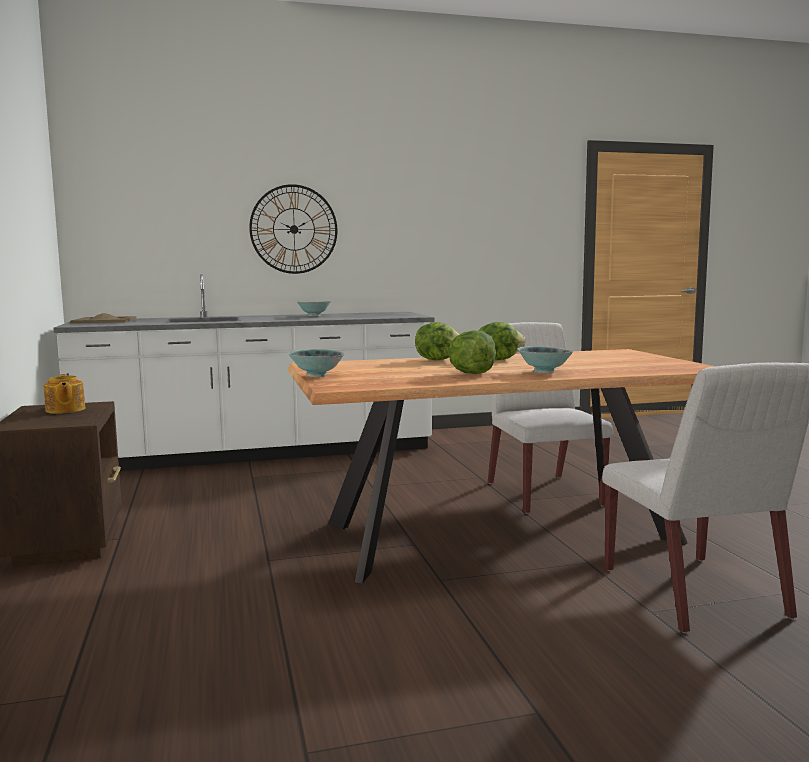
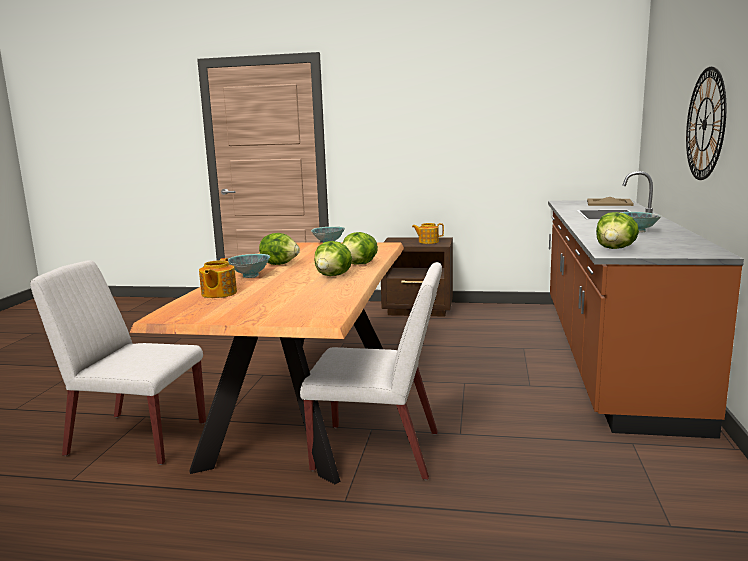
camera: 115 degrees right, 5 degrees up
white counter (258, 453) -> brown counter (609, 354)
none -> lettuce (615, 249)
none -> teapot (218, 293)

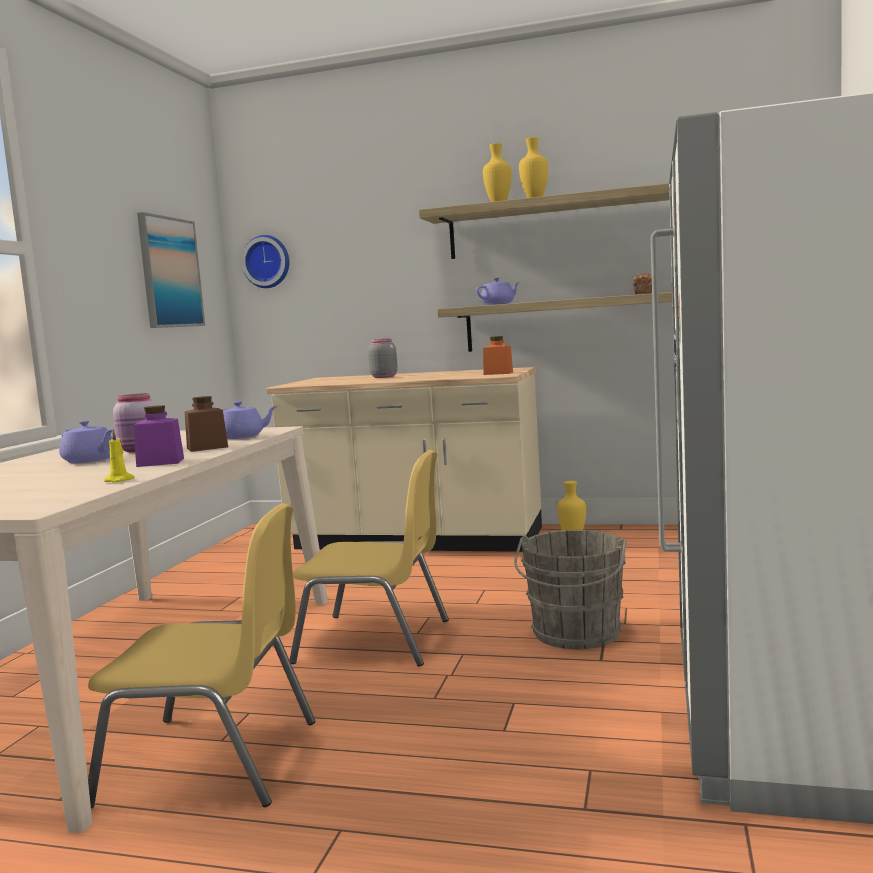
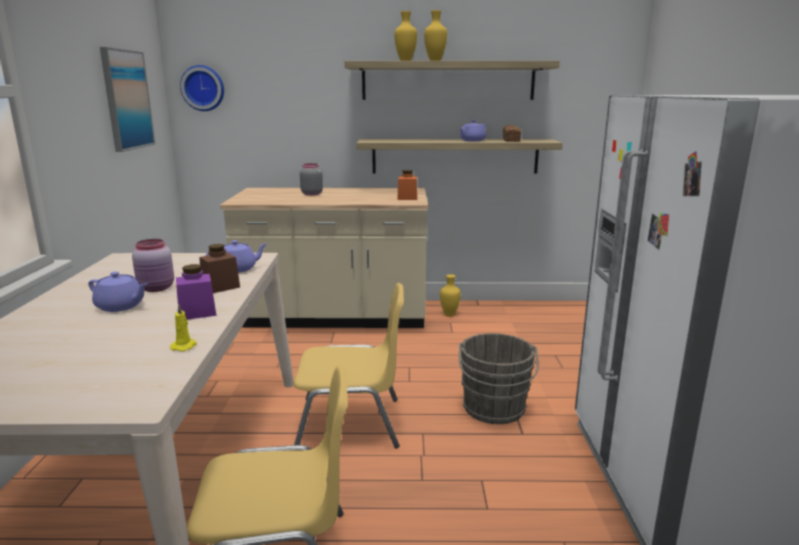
camera: 15 degrees left, 10 degrees up
purple teapot (498, 304) -> purple teapot (473, 140), move

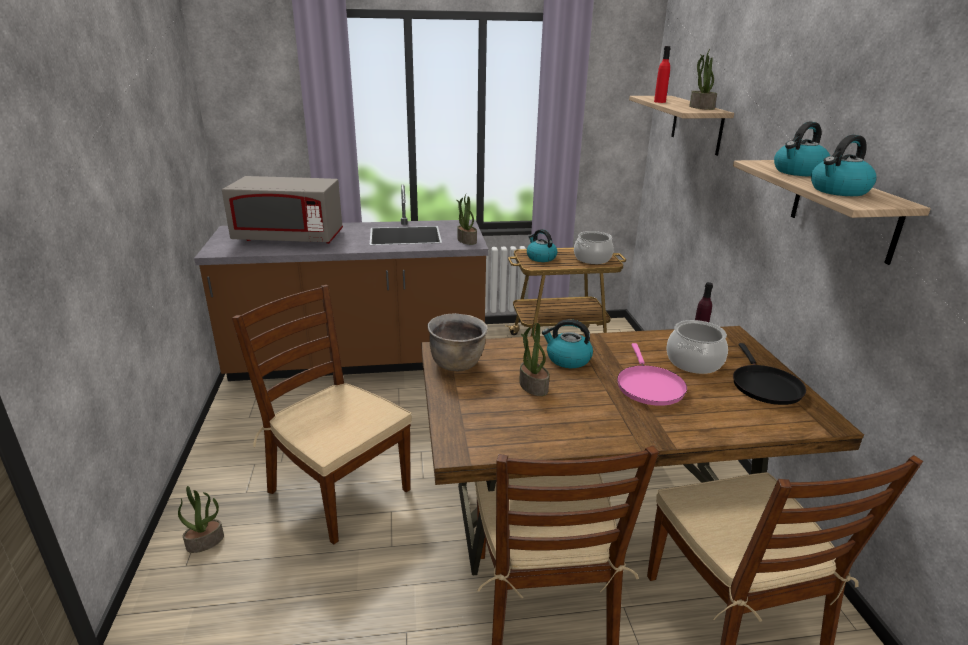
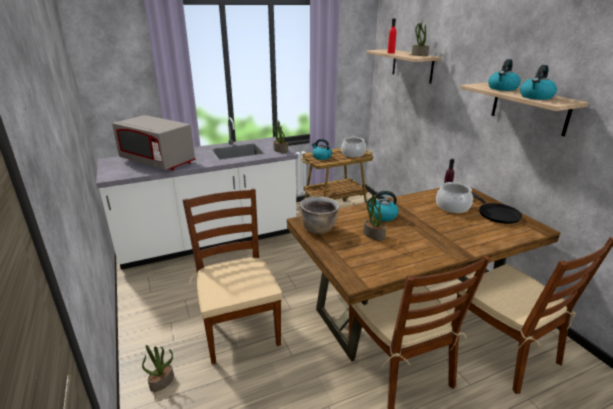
camera: 15 degrees left, 0 degrees up
grey microwave (289, 238) -> grey microwave (158, 161), 45 degrees clockwise
brown counter (359, 360) -> white counter (210, 240)
brown chair (338, 490) -> brown chair (238, 327), 45 degrees clockwise
pink frying pan (648, 386) -> none

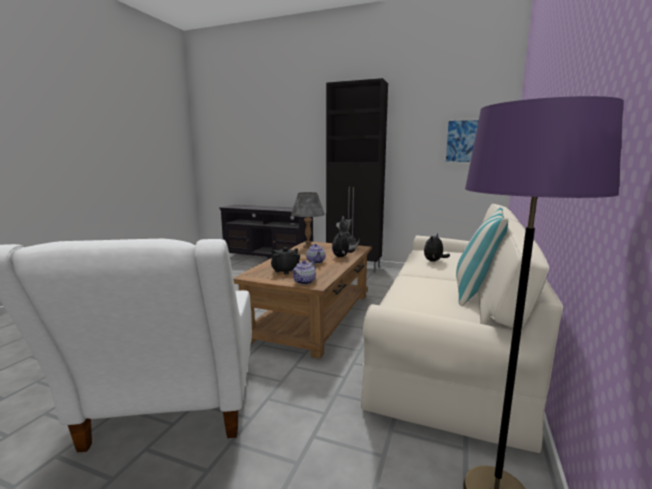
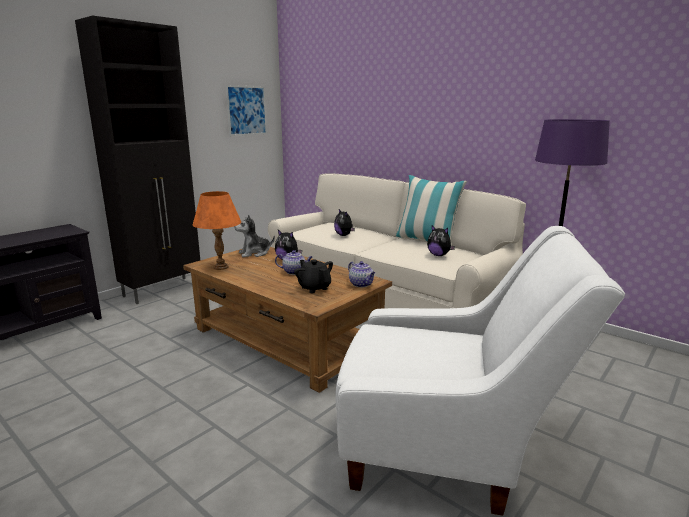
camera: 70 degrees left, 5 degrees up
grey table lamp (308, 247) -> orange table lamp (220, 267)
none -> plush toy (439, 255)

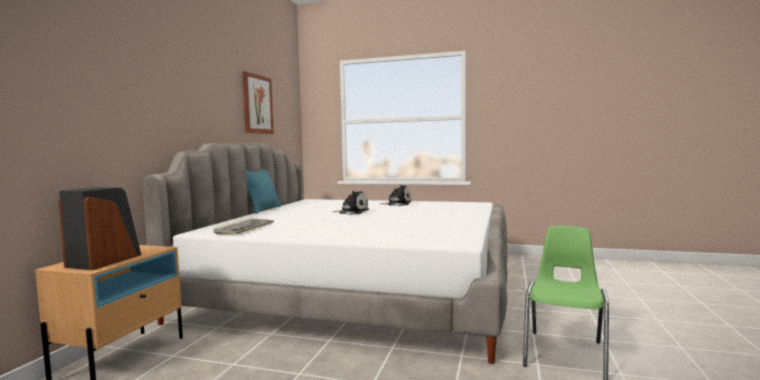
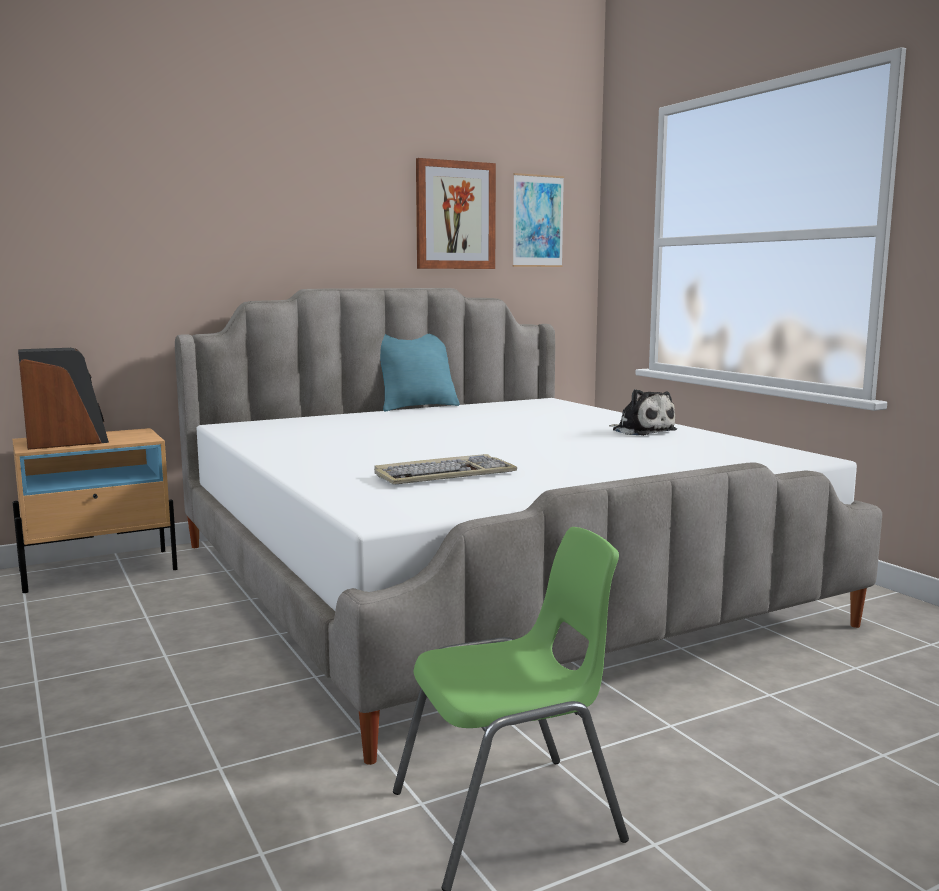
camera: 45 degrees right, 5 degrees up
plush toy (352, 212) -> none
keyboard (244, 229) -> keyboard (445, 475), move
none -> picture (537, 221)

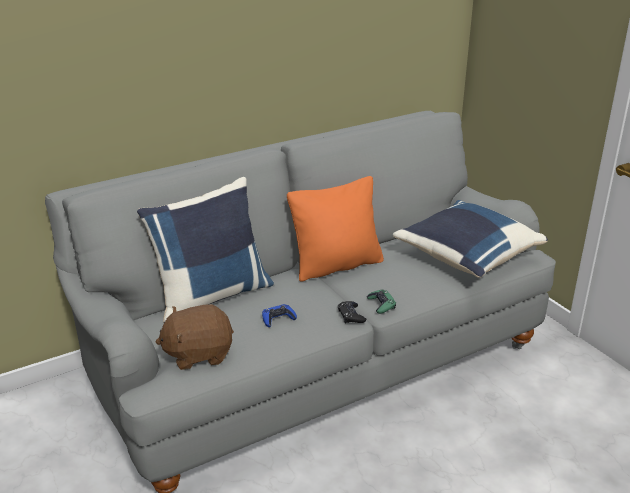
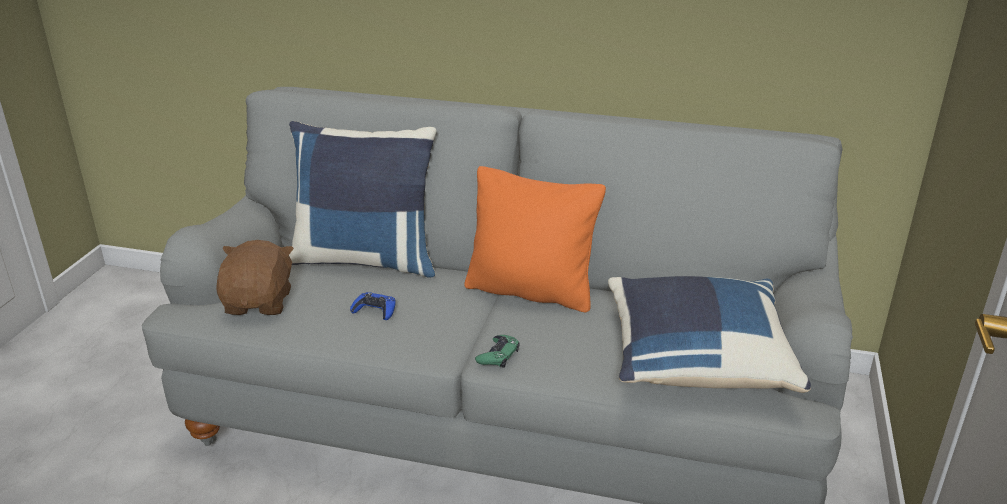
camera: 45 degrees right, 0 degrees up
black game controller (351, 315) -> none
brown plush toy (198, 354) -> brown plush toy (260, 303), 60 degrees clockwise

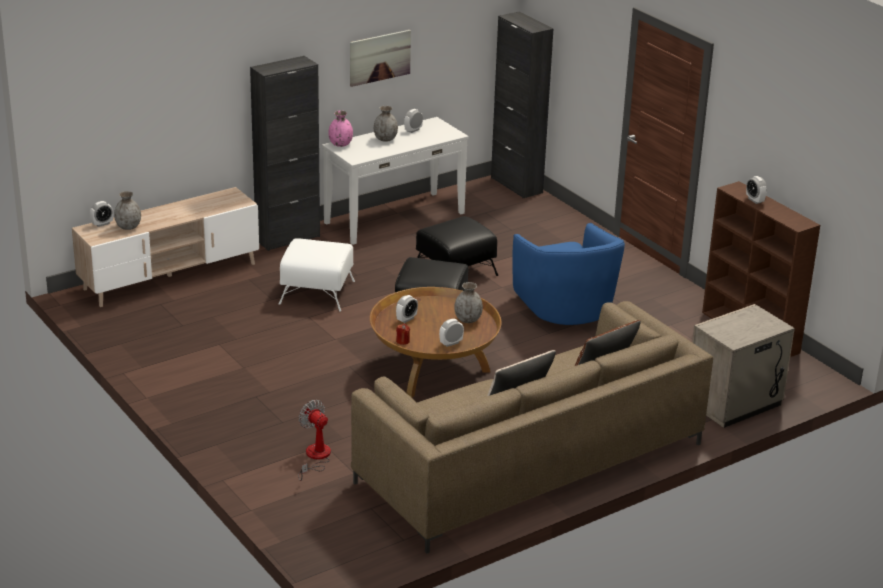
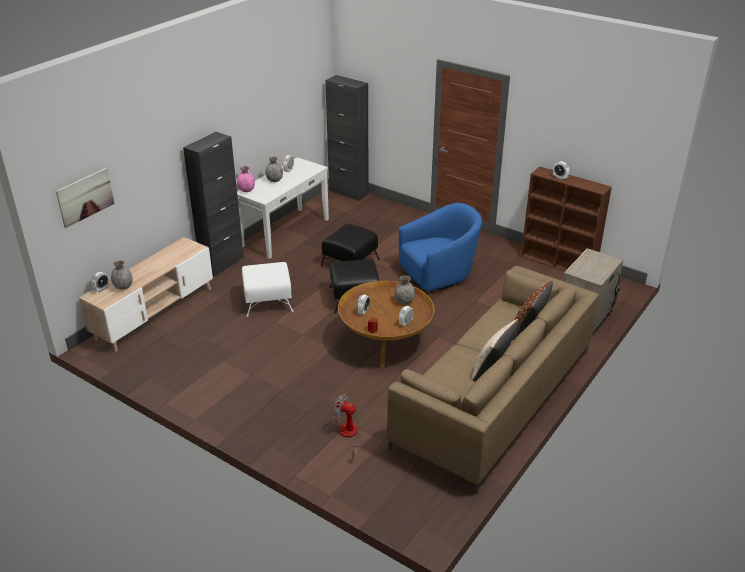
camera: 20 degrees left, 5 degrees up
picture (379, 57) -> picture (85, 197), move
blue armchair (566, 310) -> blue armchair (439, 275), 75 degrees counterclockwise

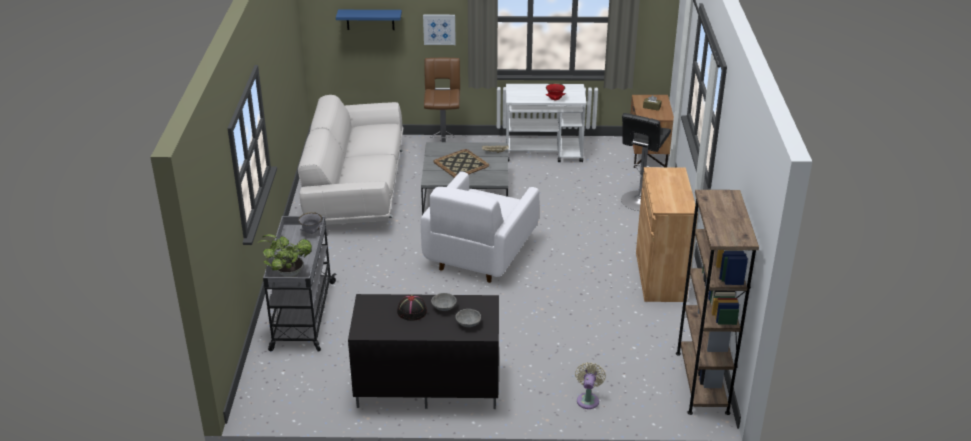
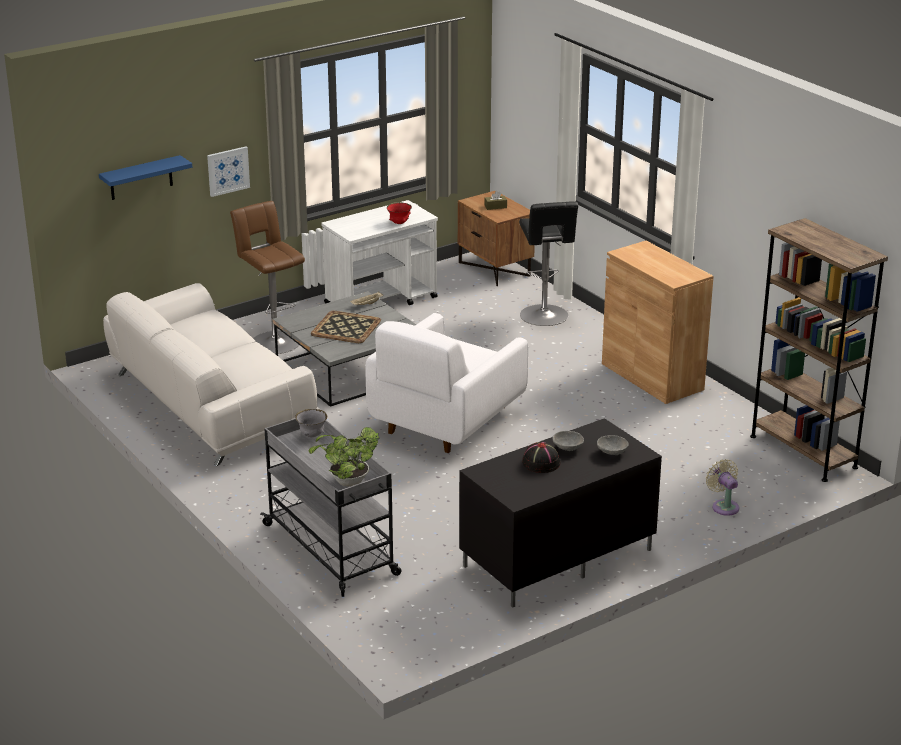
camera: 35 degrees left, 5 degrees down
white armchair (480, 254) -> white armchair (446, 420), 45 degrees clockwise

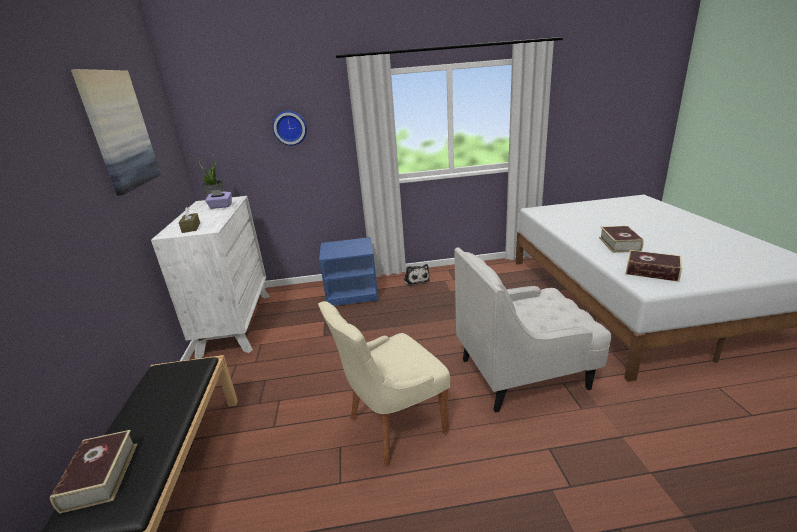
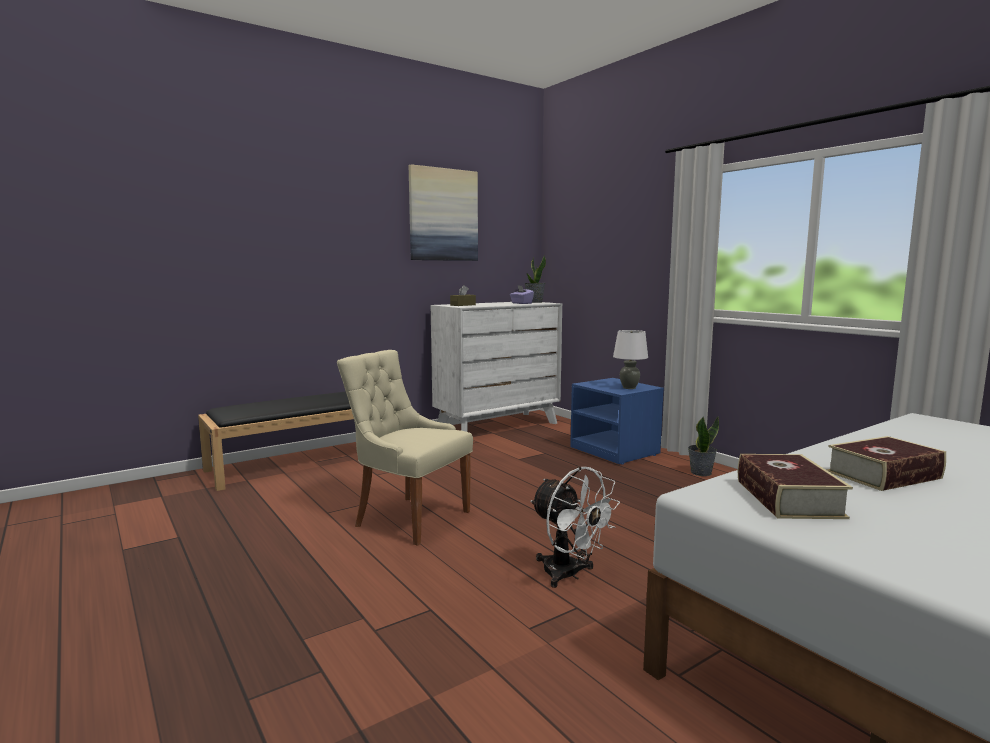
camera: 60 degrees right, 15 degrees down
wall clock (290, 128) -> none
white armchair (524, 373) -> white fan (569, 575)
plush toy (416, 280) -> potted plant (700, 472)
book (100, 476) -> none
none -> white table lamp (629, 388)

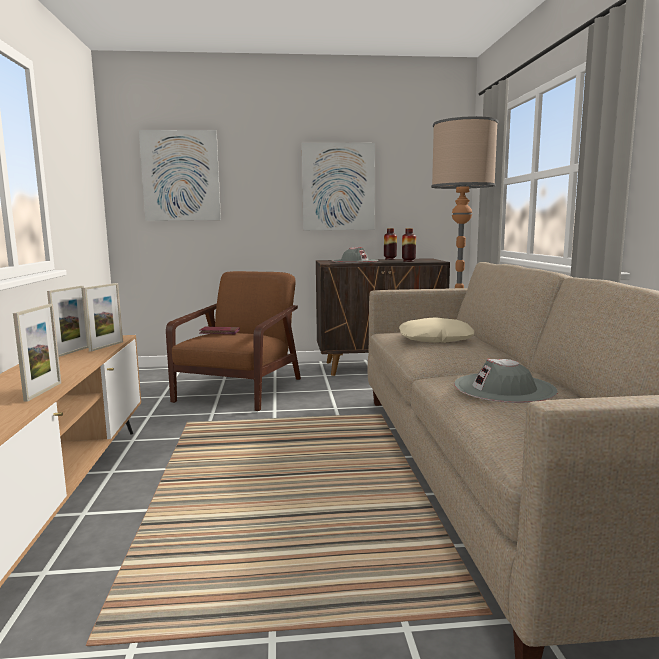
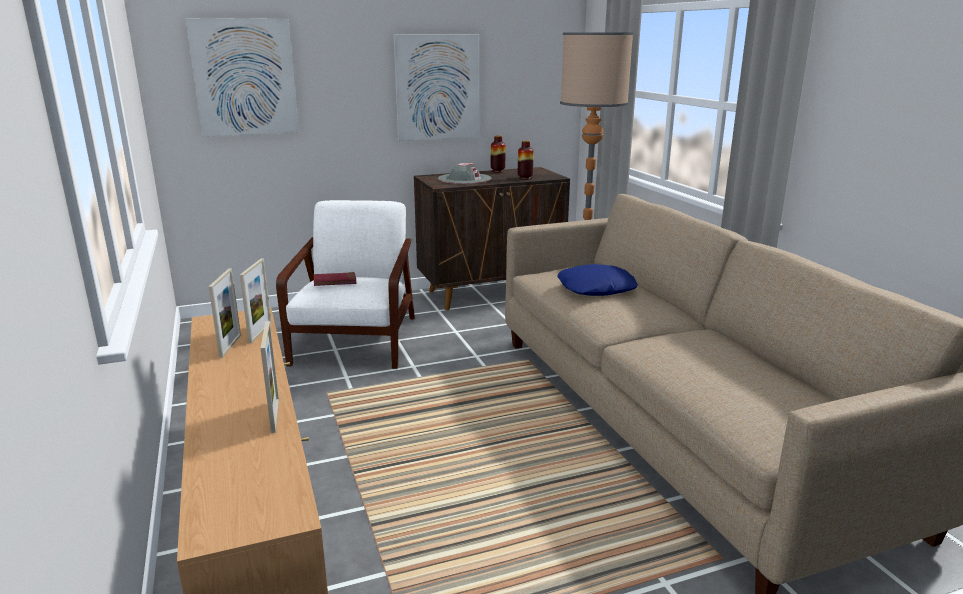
camera: 15 degrees left, 10 degrees up
brown armchair (241, 389) -> white armchair (356, 339)
beige pillow (435, 339) -> blue pillow (596, 289)
grey hat (504, 388) -> none

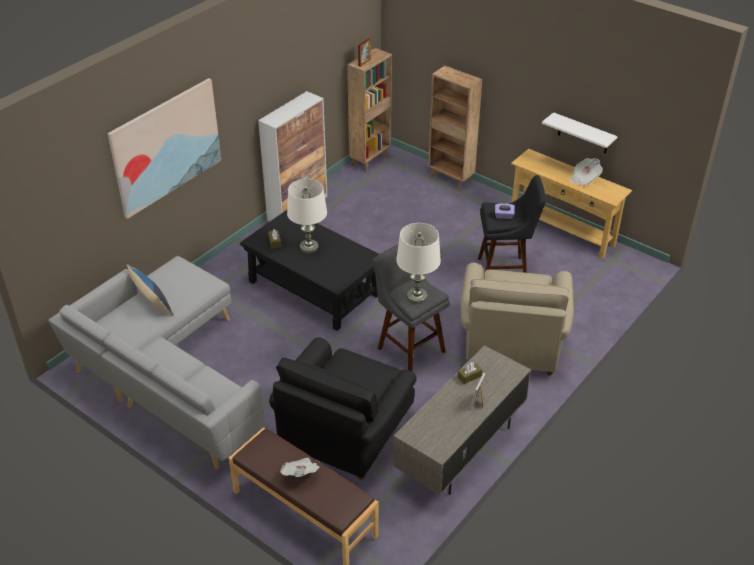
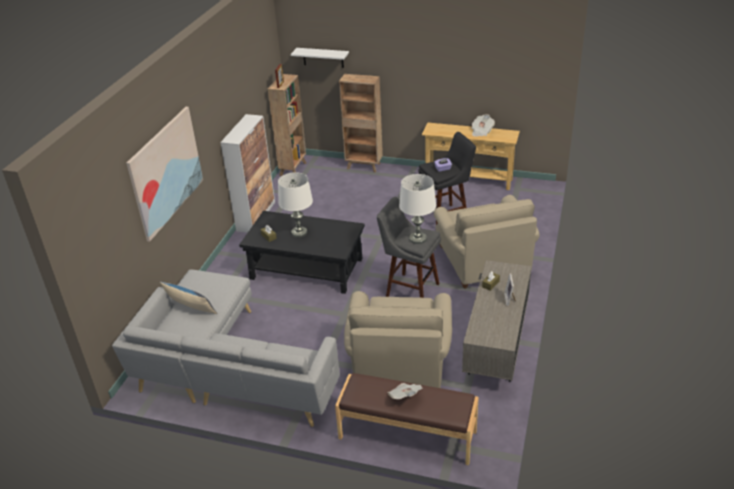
camera: 20 degrees left, 5 degrees down
white shelf (583, 134) -> white shelf (323, 57), move
black armchair (345, 430) -> beige armchair (400, 363)

